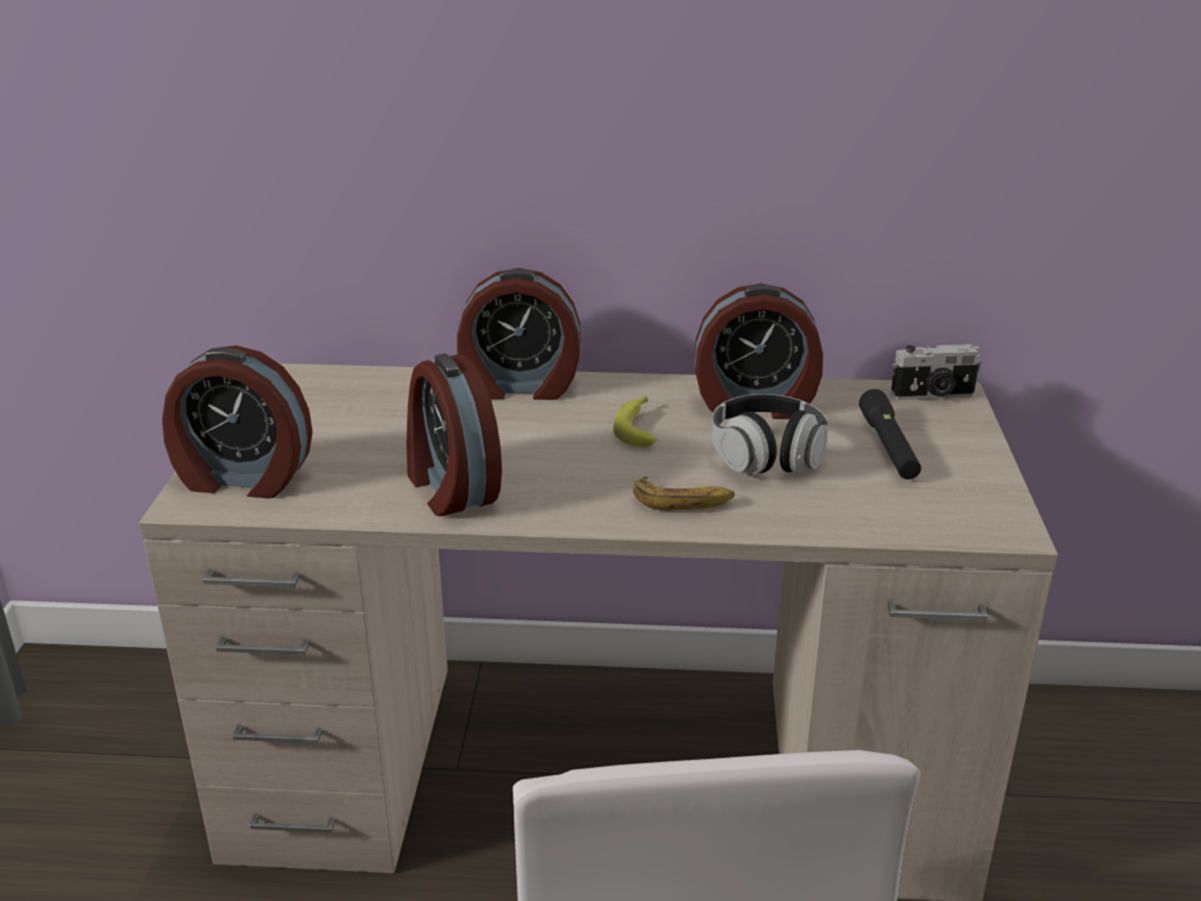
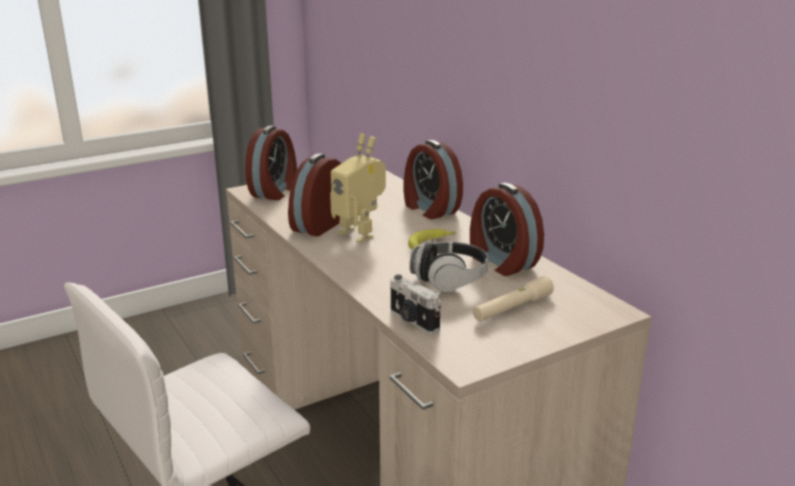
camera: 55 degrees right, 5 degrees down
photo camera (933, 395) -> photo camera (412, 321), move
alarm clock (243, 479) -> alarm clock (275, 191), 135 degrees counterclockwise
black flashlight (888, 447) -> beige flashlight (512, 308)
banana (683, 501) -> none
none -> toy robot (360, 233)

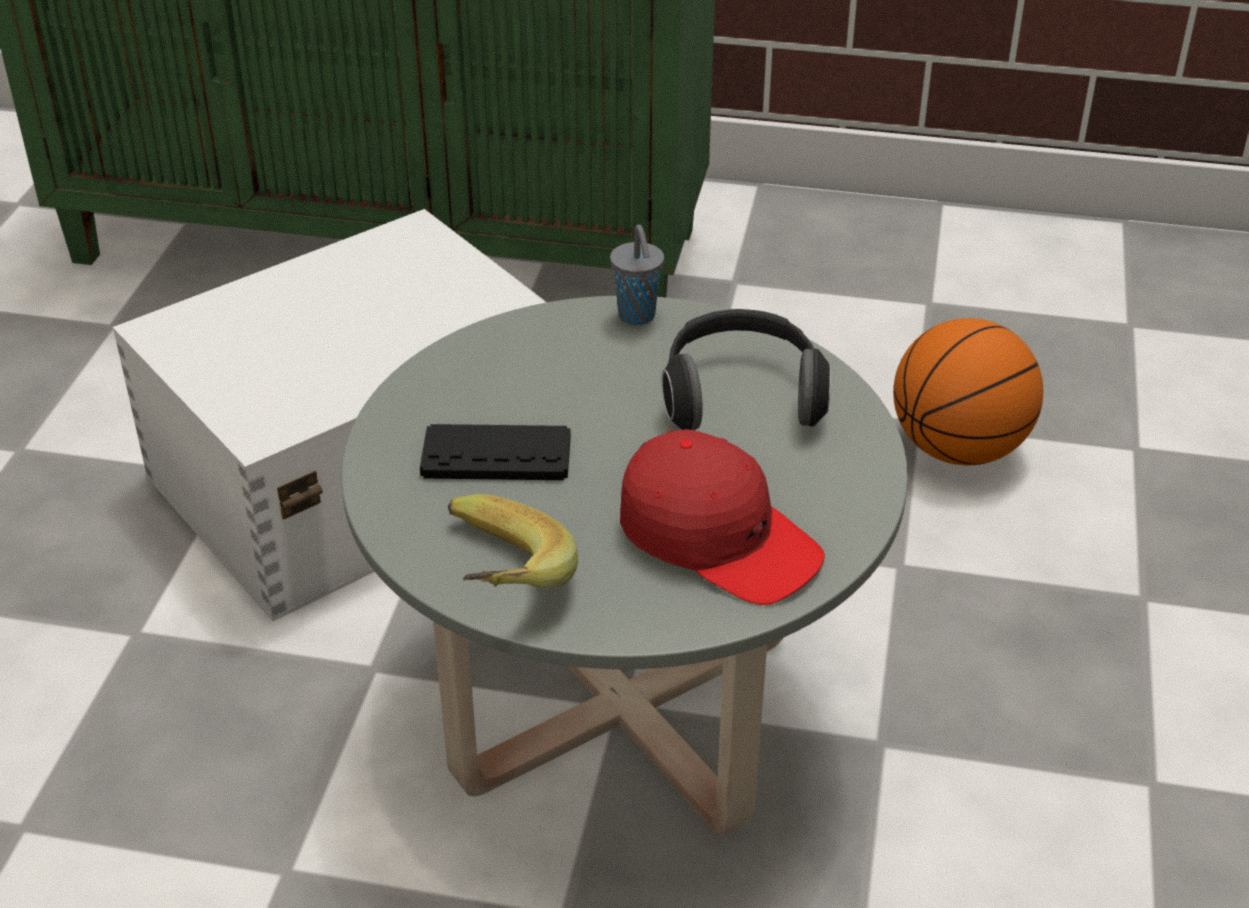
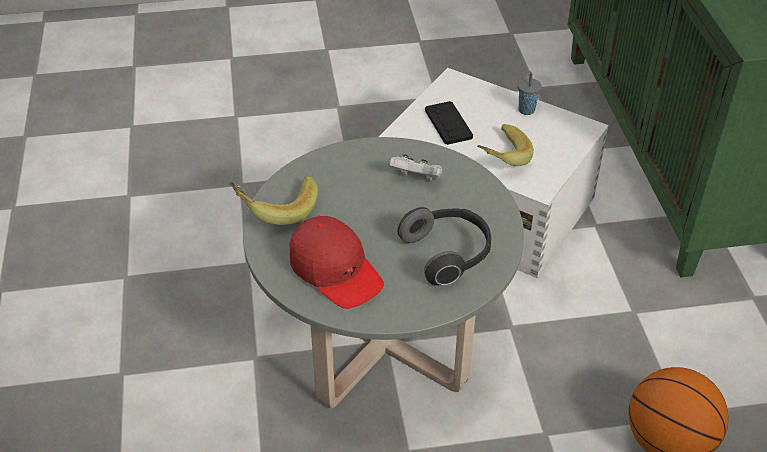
camera: 70 degrees right, 5 degrees up
grey cup (637, 317) -> grey cup (525, 111), move
black game controller (496, 456) -> black game controller (448, 124), move
red cap (718, 538) -> red cap (335, 271), 60 degrees counterclockwise
none -> banana (499, 157)
none -> white game controller (416, 178)

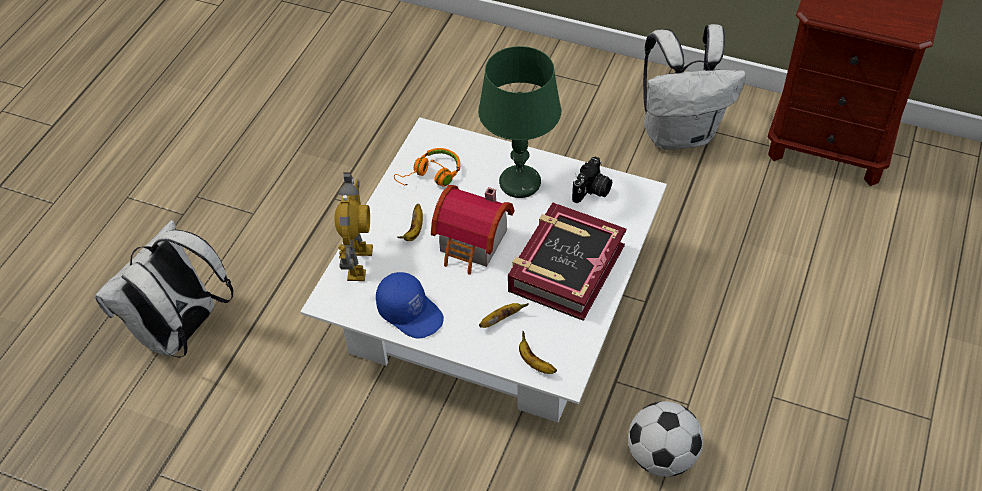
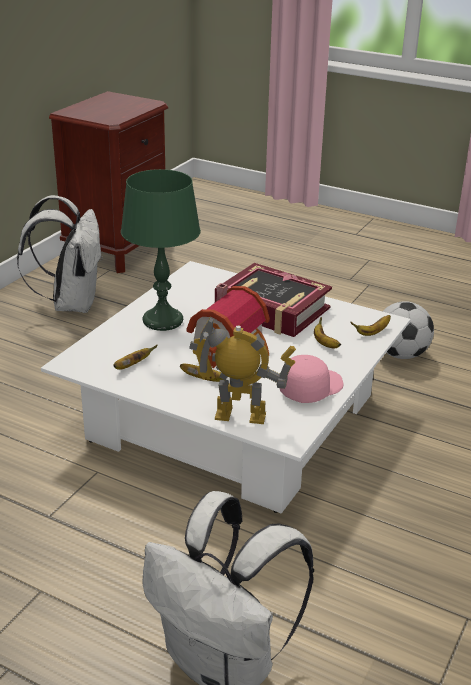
camera: 85 degrees left, 20 degrees down
orange headphones (431, 175) -> banana (132, 365)
photo camera (592, 191) -> none
blue cap (411, 312) -> pink cap (310, 388)

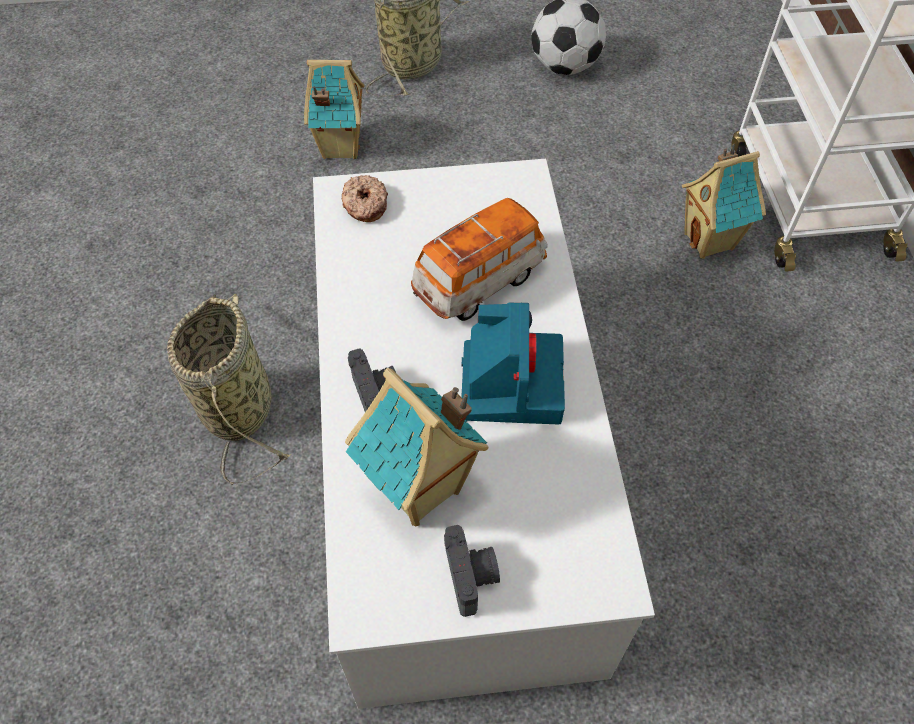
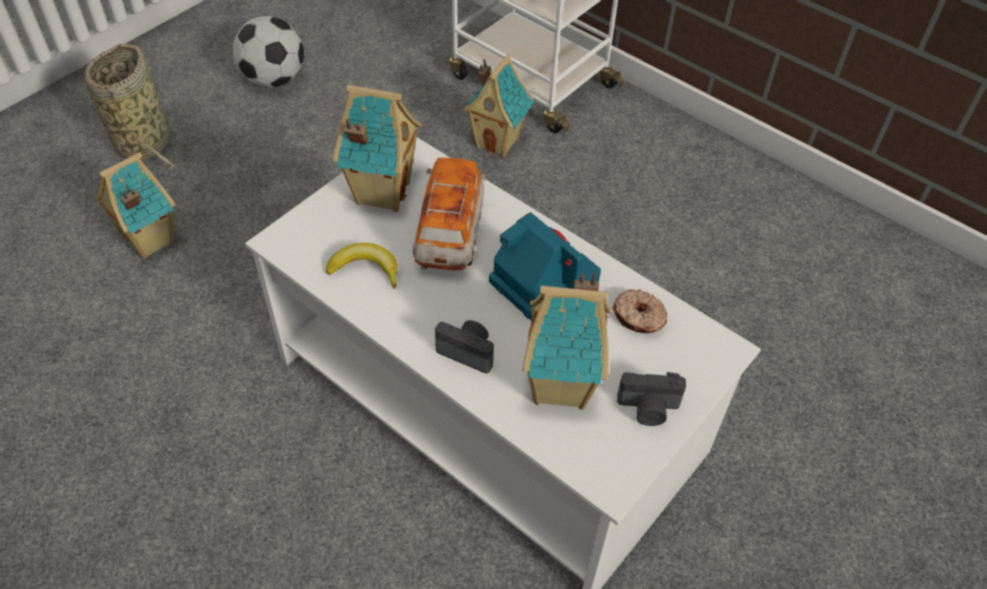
camera: 45 degrees left, 5 degrees down
donut (364, 205) -> donut (638, 317), move
basket (238, 404) -> none
photo camera (472, 576) -> photo camera (648, 409), 150 degrees clockwise
none -> toy house (381, 192)
none -> banana (365, 269)

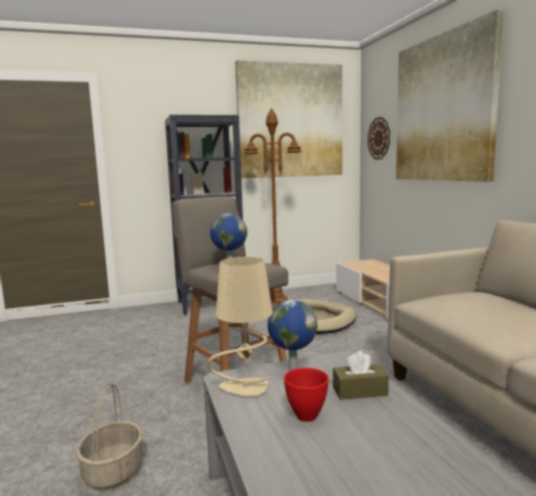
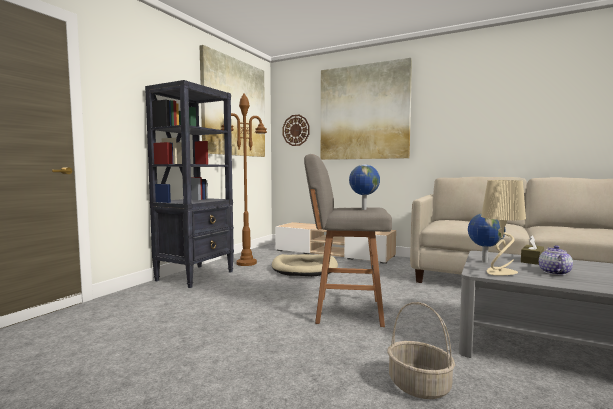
camera: 45 degrees left, 5 degrees down
red bowl (305, 416) -> teapot (554, 272)

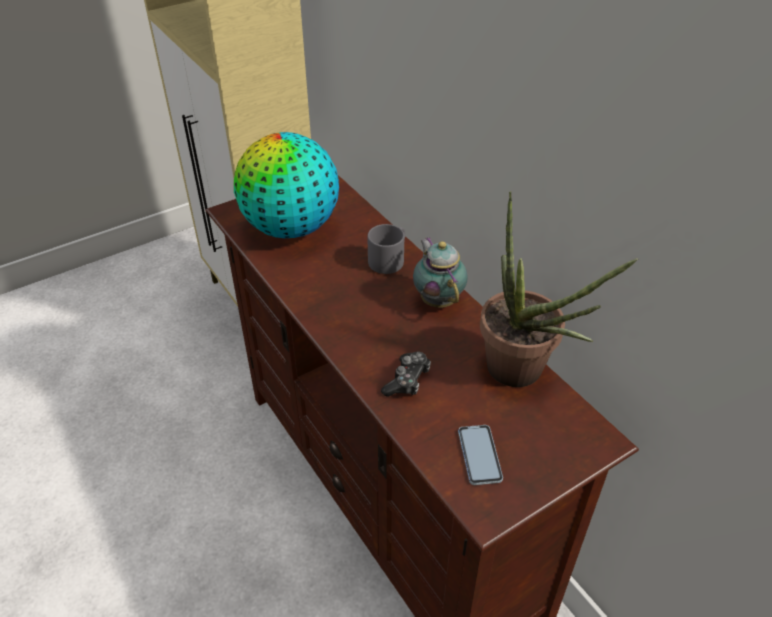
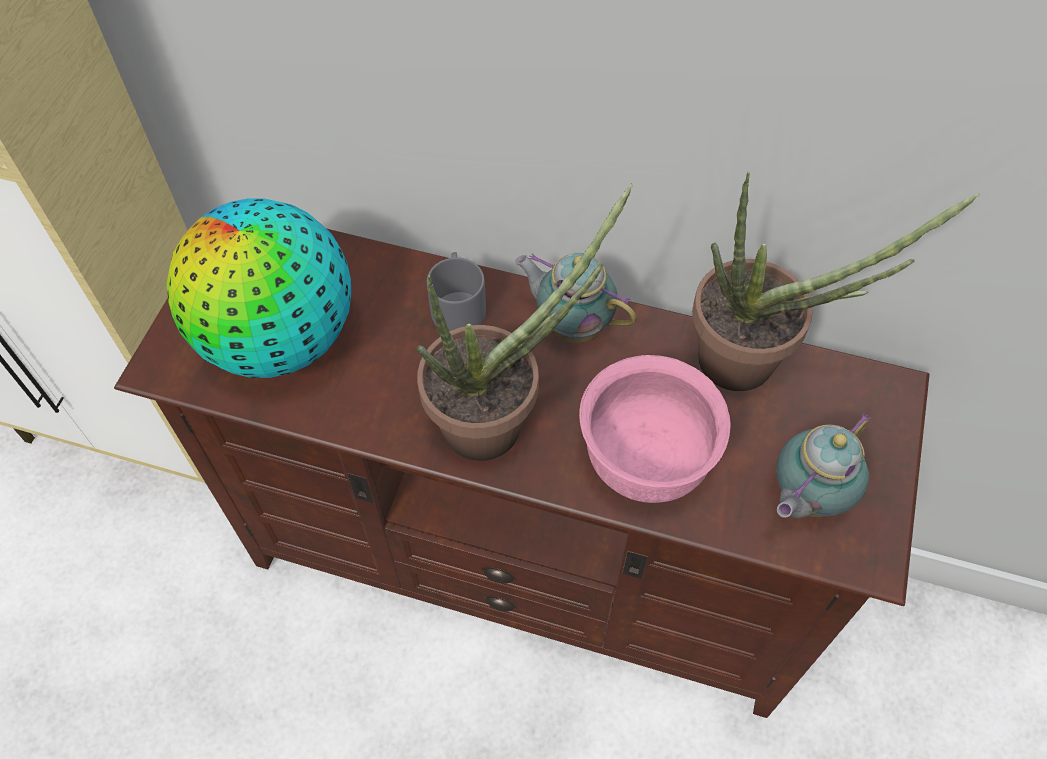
camera: 40 degrees left, 15 degrees up
game controller (407, 380) -> pink bowl (645, 461)
phone (479, 455) -> teapot (805, 498)
none -> potted plant (499, 420)

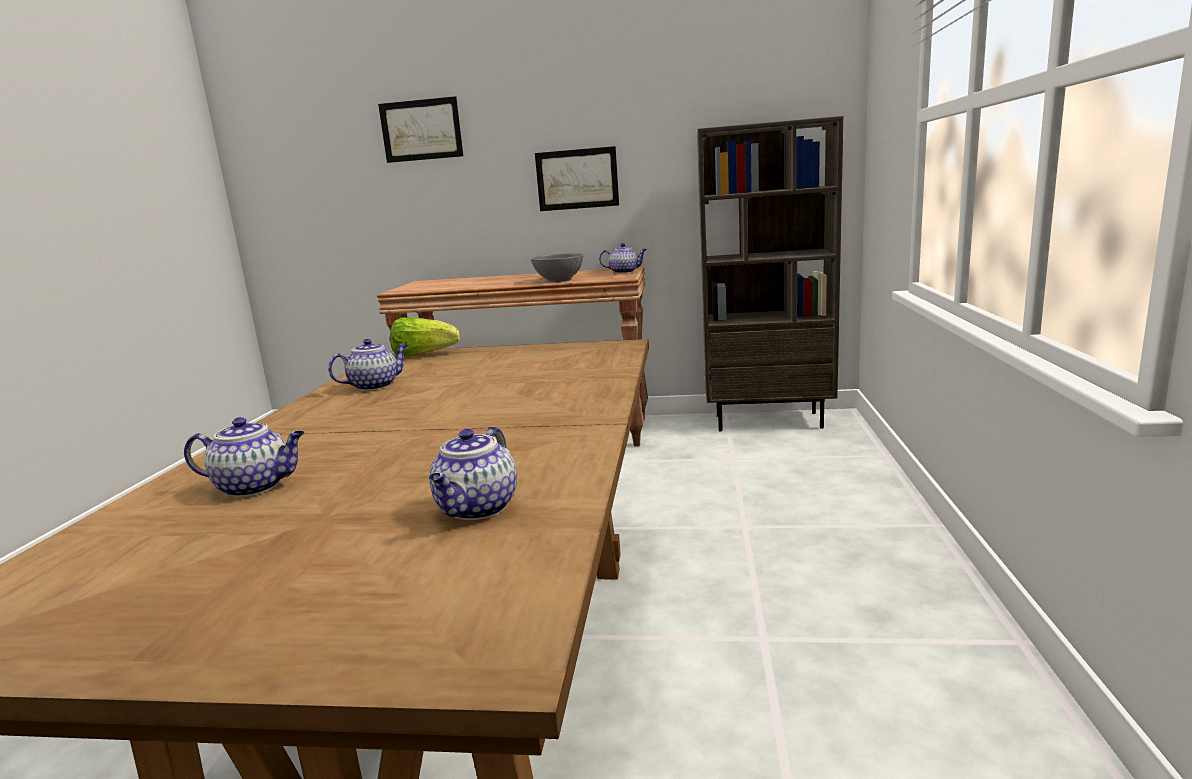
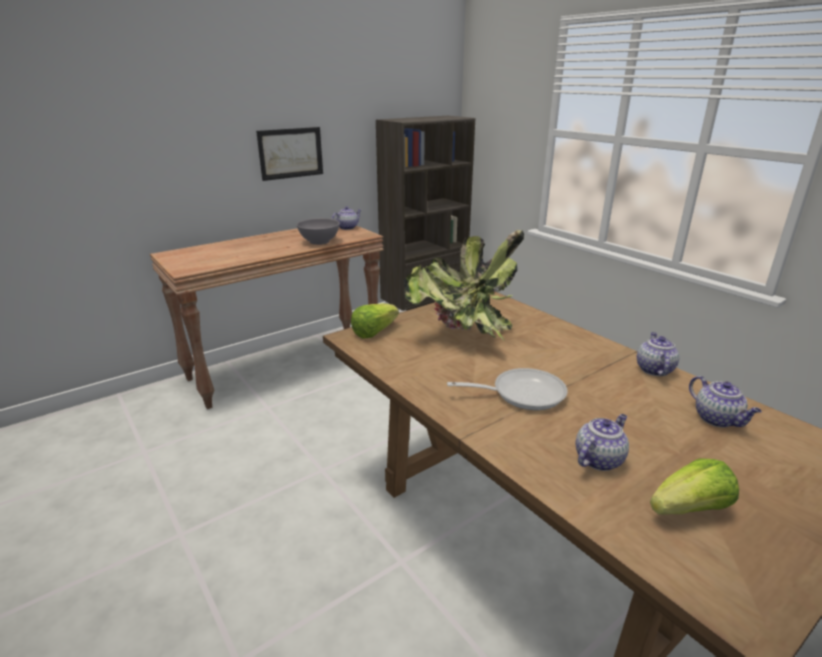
camera: 45 degrees left, 10 degrees up
picture (421, 130) -> none
teapot (375, 386) -> teapot (653, 369), move
none -> potted plant (464, 335)
none -> frying pan (521, 393)
none -> lettuce (690, 509)

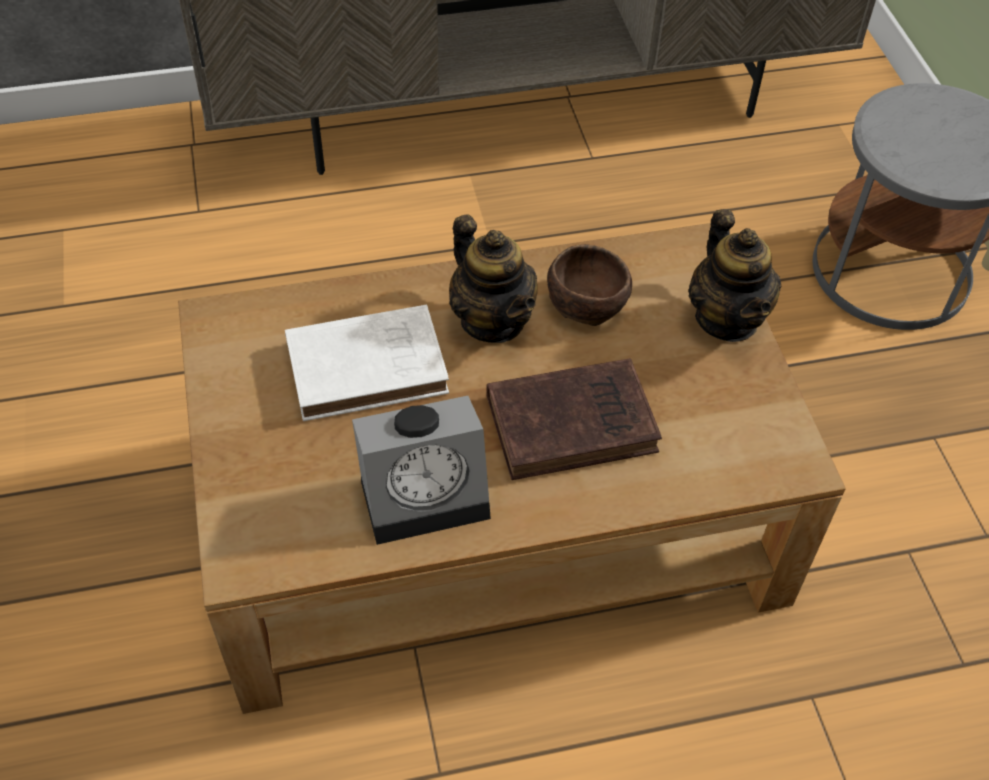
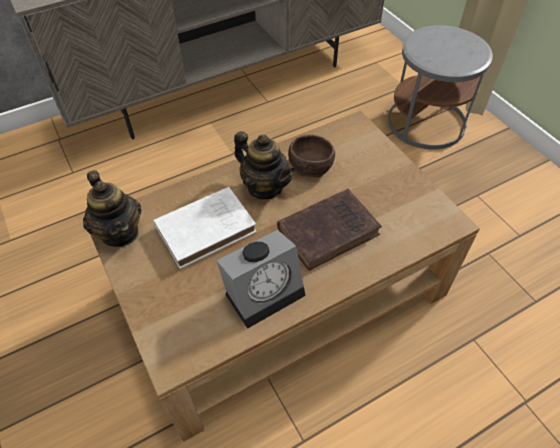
camera: 15 degrees left, 0 degrees up
teapot (727, 319) -> teapot (120, 232), move

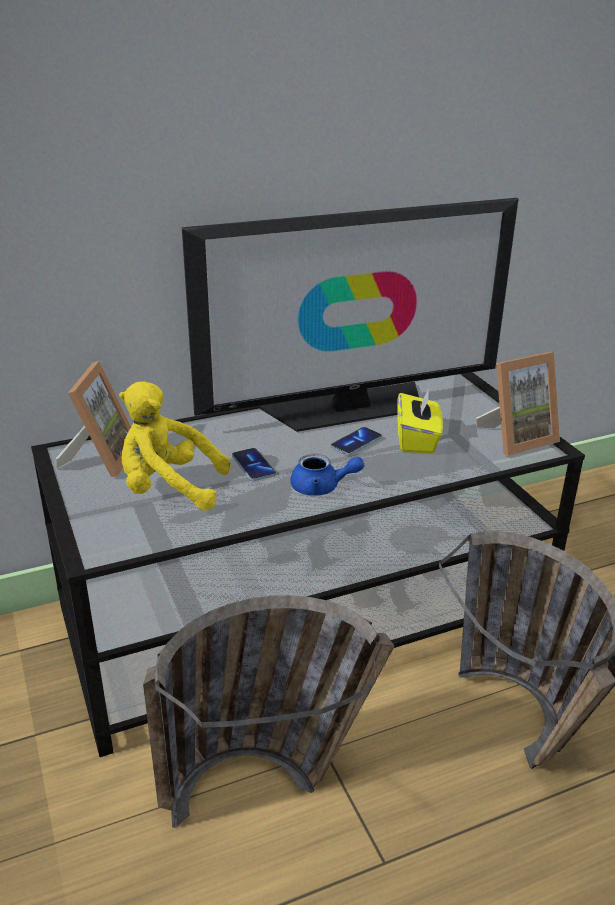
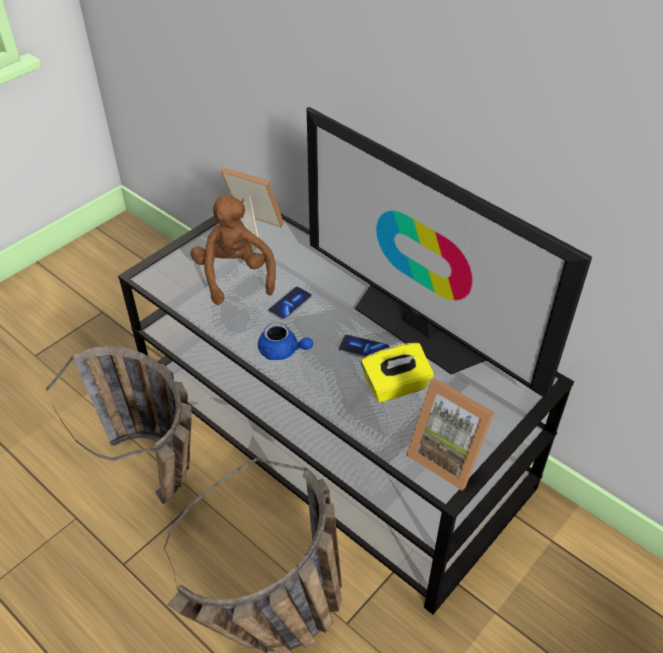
camera: 65 degrees right, 15 degrees up
picture frame (101, 458) -> picture frame (252, 229), 135 degrees counterclockwise
yellow plush toy (168, 489) -> brown plush toy (234, 276)
blue teapot (322, 488) -> blue teapot (283, 351), 45 degrees counterclockwise

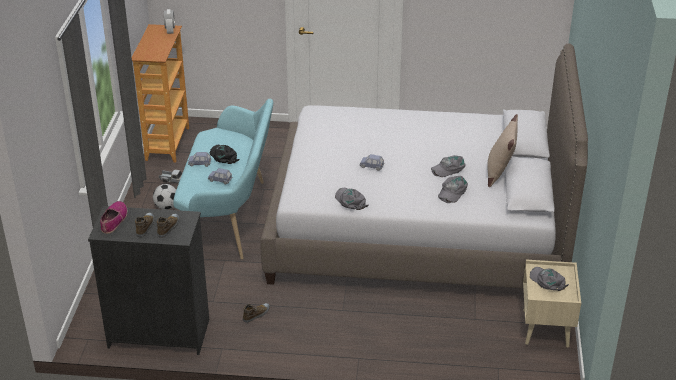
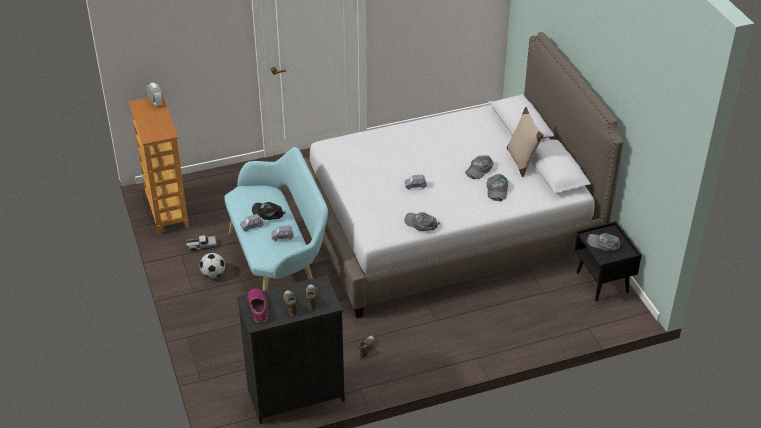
camera: 25 degrees left, 5 degrees up
beige nightstand (546, 329) -> black nightstand (603, 282)

